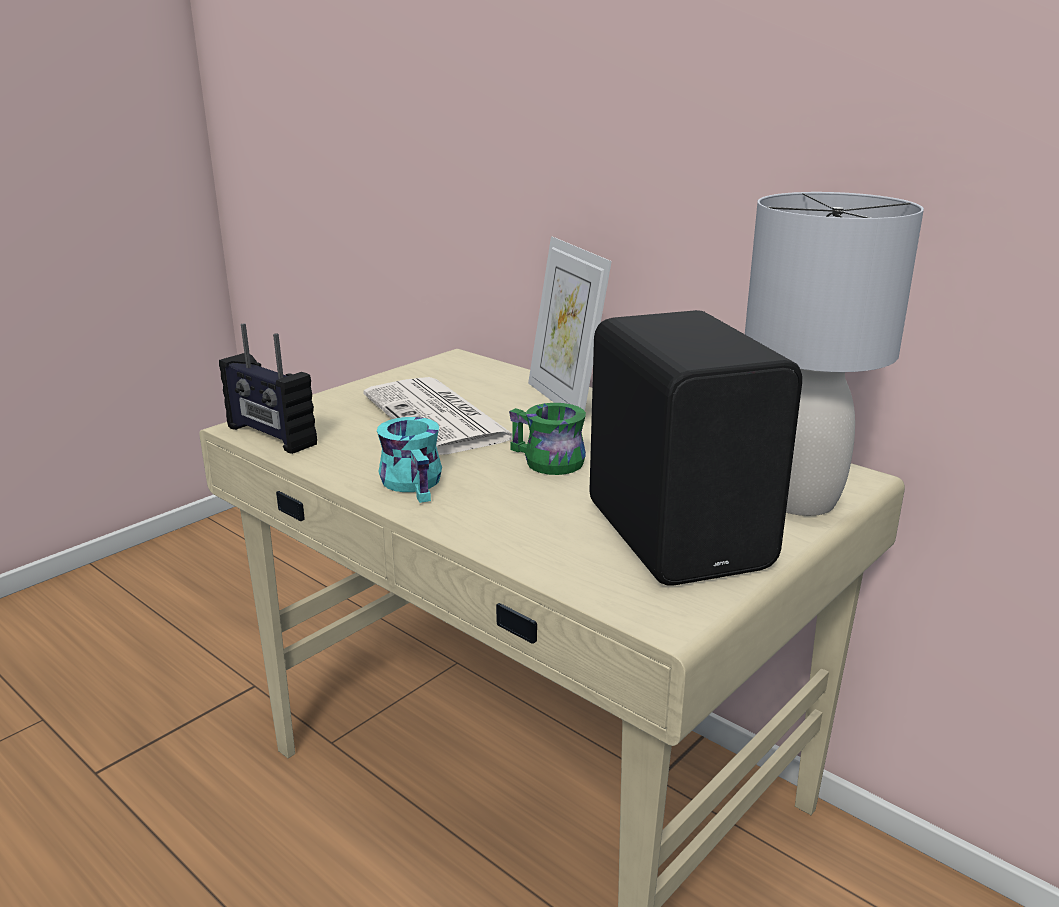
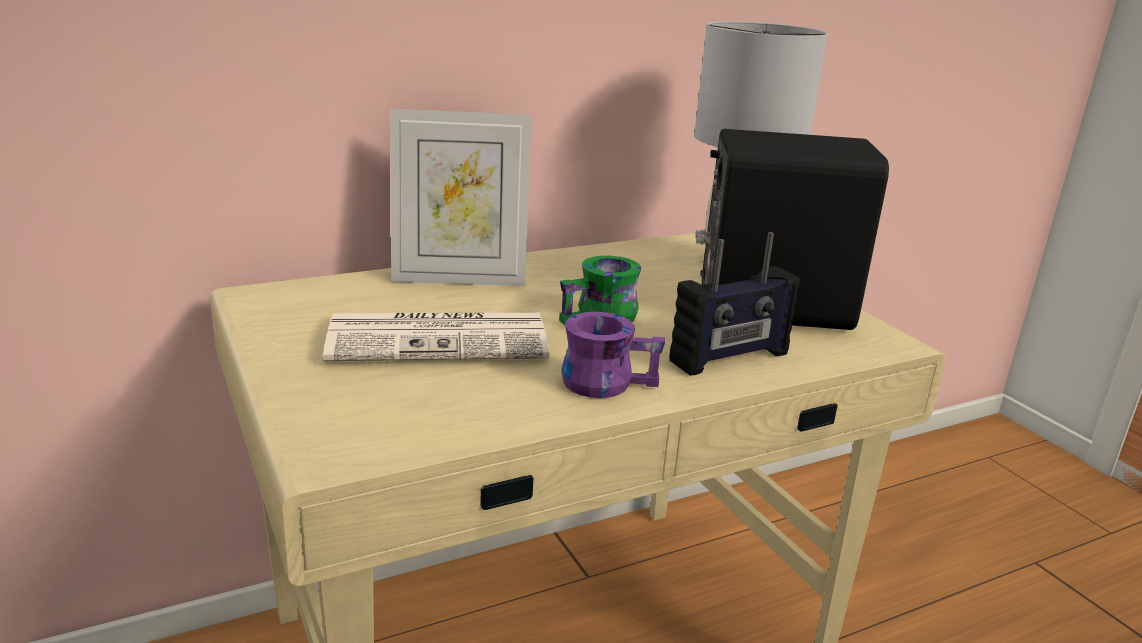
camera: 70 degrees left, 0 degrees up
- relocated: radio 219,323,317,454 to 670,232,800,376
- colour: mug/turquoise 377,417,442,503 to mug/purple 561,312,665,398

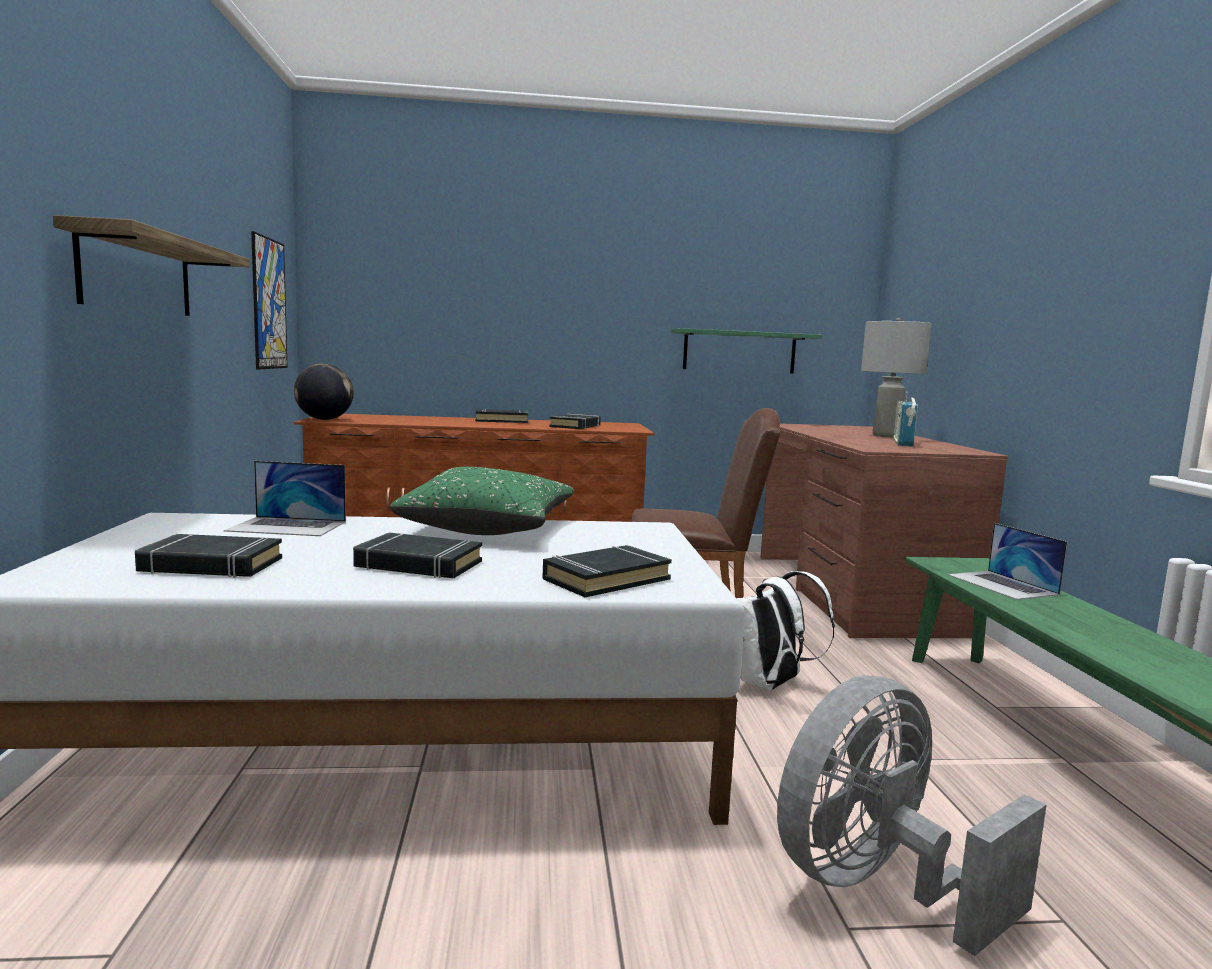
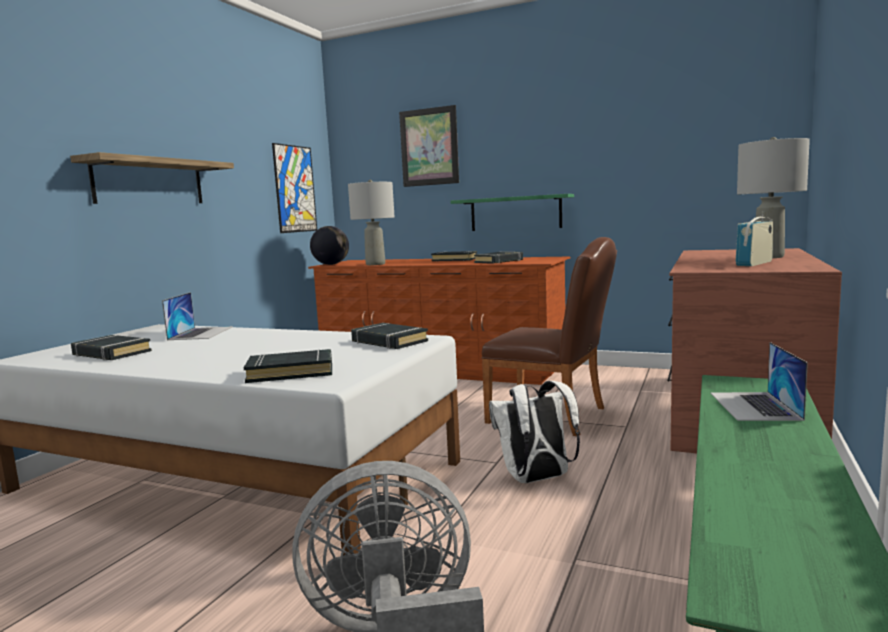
camera: 30 degrees right, 0 degrees up
- spun: laptop 224,461,346,536 = 162,292,233,340 120 degrees counterclockwise
- relocated: book/black 353,533,482,578 to 351,323,428,349
- missing: pillow/green 390,467,574,535
- relocated: shelf/green 670,328,822,373 to 450,194,574,231
- appeared: table lamp/grey 348,180,395,265
- appeared: picture 399,105,459,187

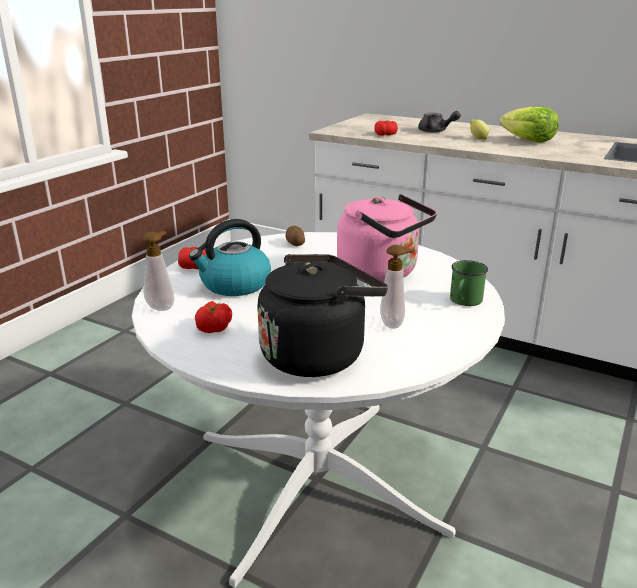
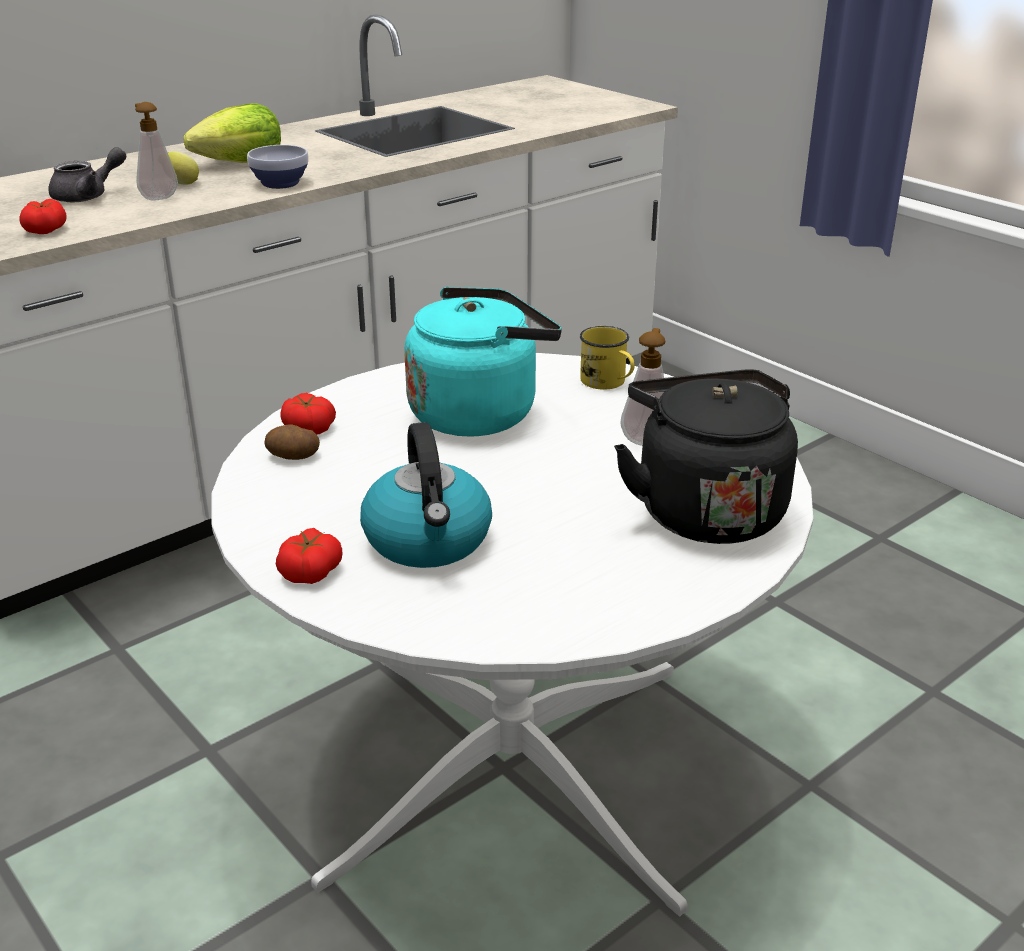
camera: 70 degrees left, 5 degrees up
- relocated: soap dispenser 143,231,175,311 to 135,102,178,201
- relocated: tomato 195,301,232,333 to 280,393,336,435
- colour: kettle/pink 337,194,437,282 to kettle/turquoise 404,287,562,436
- colour: mug/green 450,260,488,306 to mug/yellow 580,326,635,390
- appeared: bowl 247,145,309,189

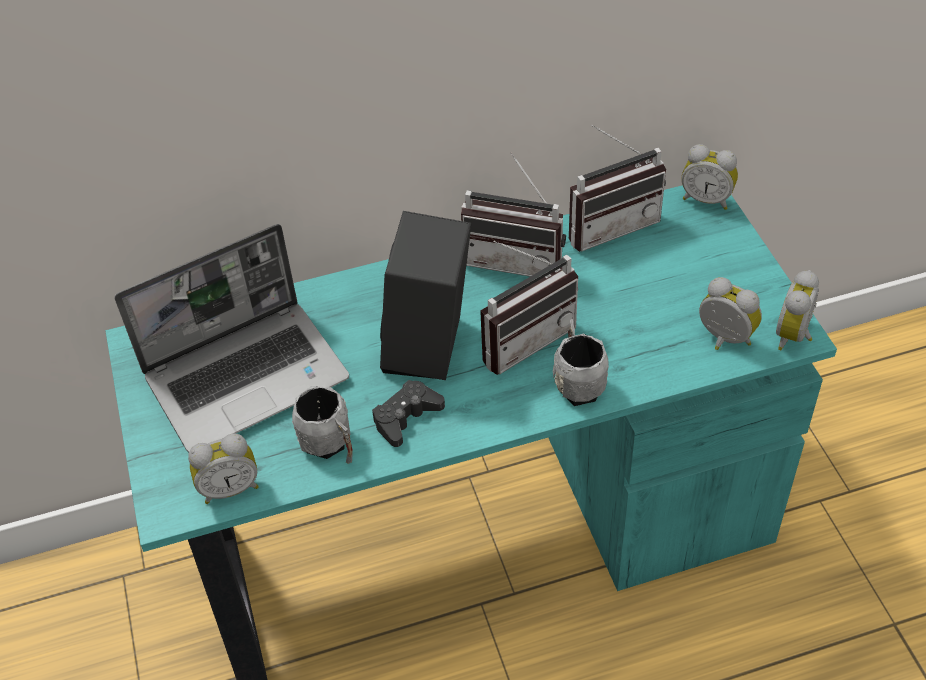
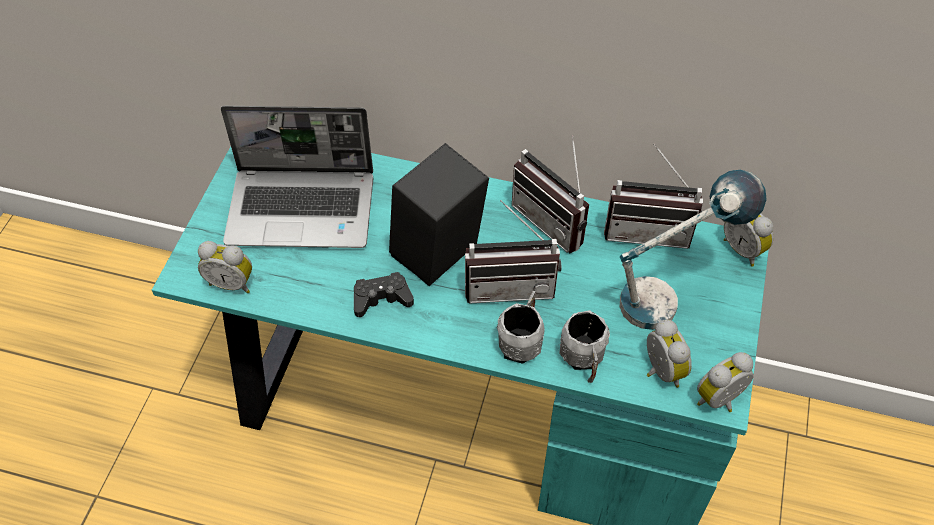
camera: 30 degrees right, 5 degrees up
- relocated: mug/grey 292,386,353,464 to 559,310,610,383
- appeared: table lamp 620,170,767,330

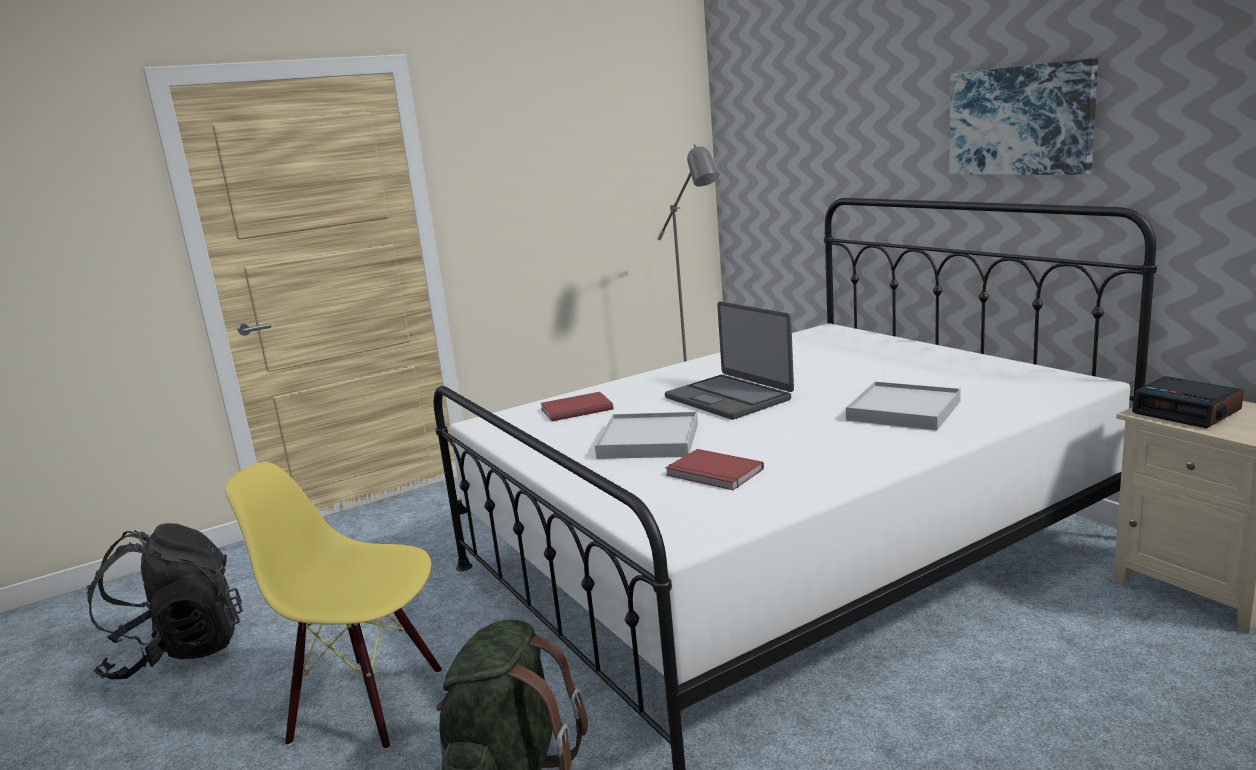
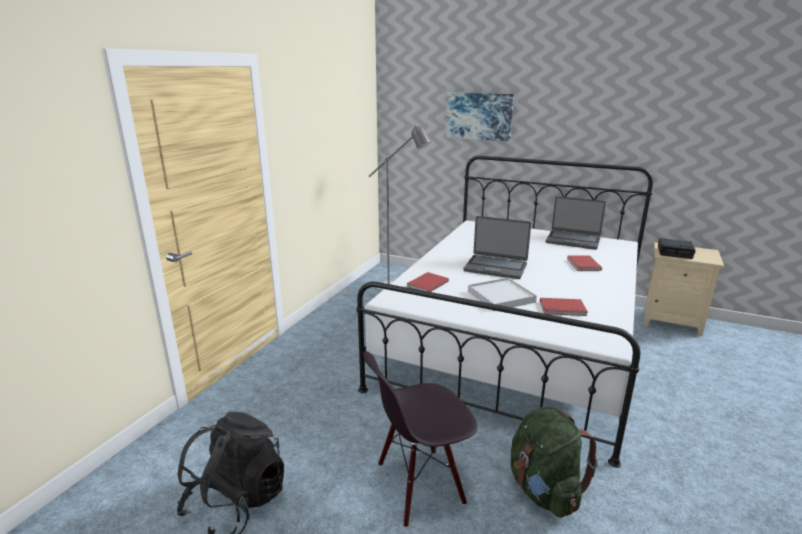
camera: 35 degrees left, 5 degrees up
- colour: chair/yellow 225,462,442,750 to chair/black 363,351,477,528
- exchanged: tray/white 846,382,961,430 to book/red 567,255,602,271
- relocated: picture 949,58,1098,175 to 446,93,514,141
- appeared: laptop 546,196,606,250

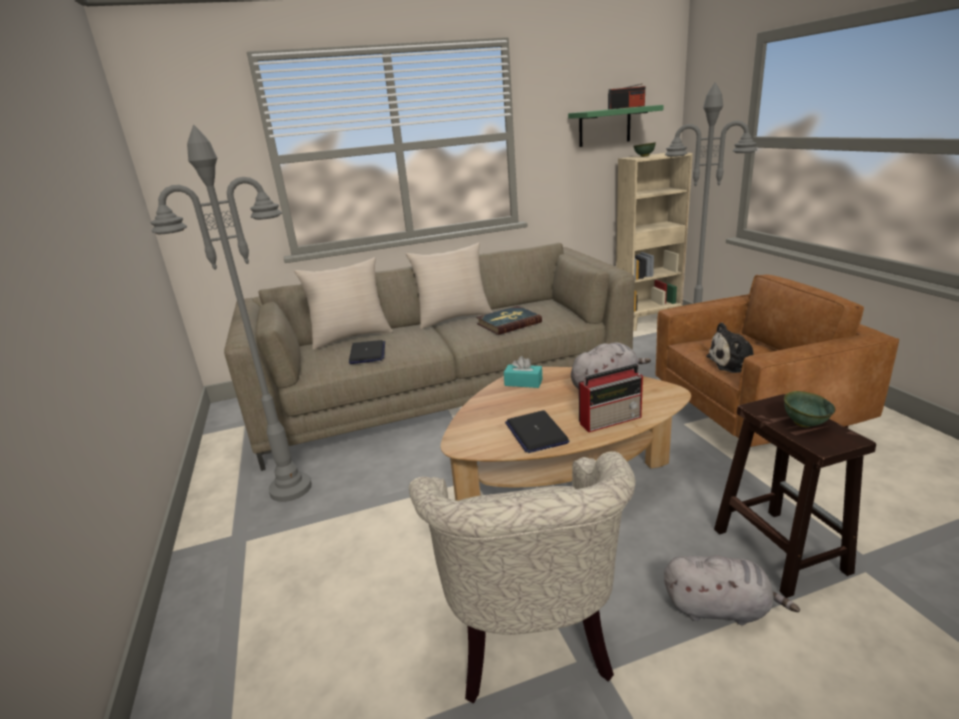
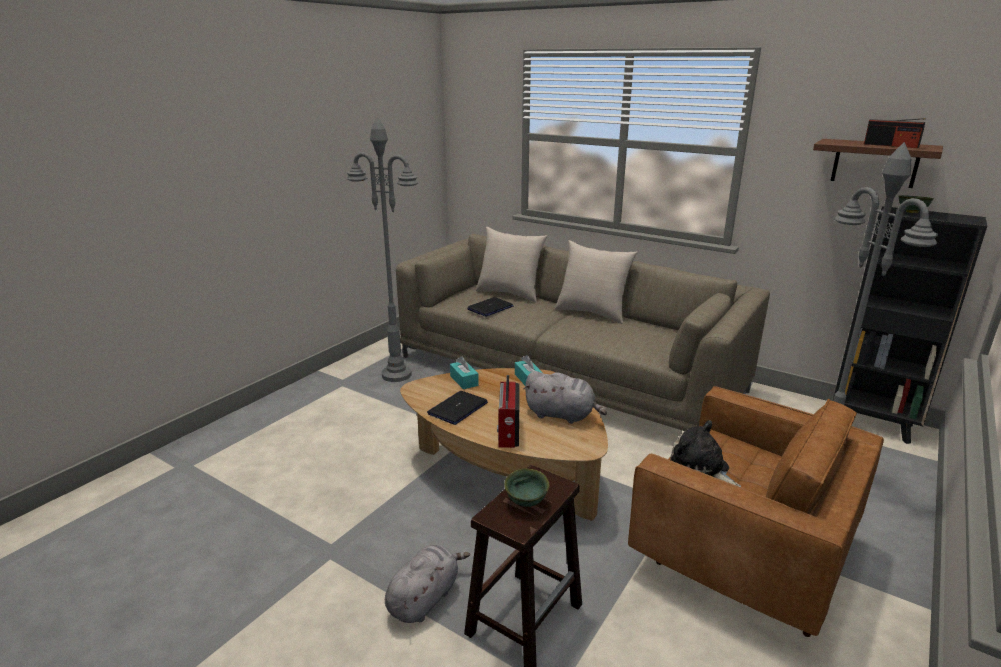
camera: 50 degrees right, 0 degrees up
- missing: armchair/beige 409,451,636,704
- missing: book 476,306,542,335
- colour: shelf/green 568,105,664,147 to shelf/brown 813,139,943,188
- spun: radio 579,364,643,432 = 497,375,520,448 60 degrees clockwise
- colour: bookcase/beige 616,153,693,331 to bookcase/black 833,206,987,444
- spun: plush toy/grey 664,555,800,625 = 385,545,470,623 120 degrees counterclockwise
- appeared: tissue box/turquoise 450,356,479,389

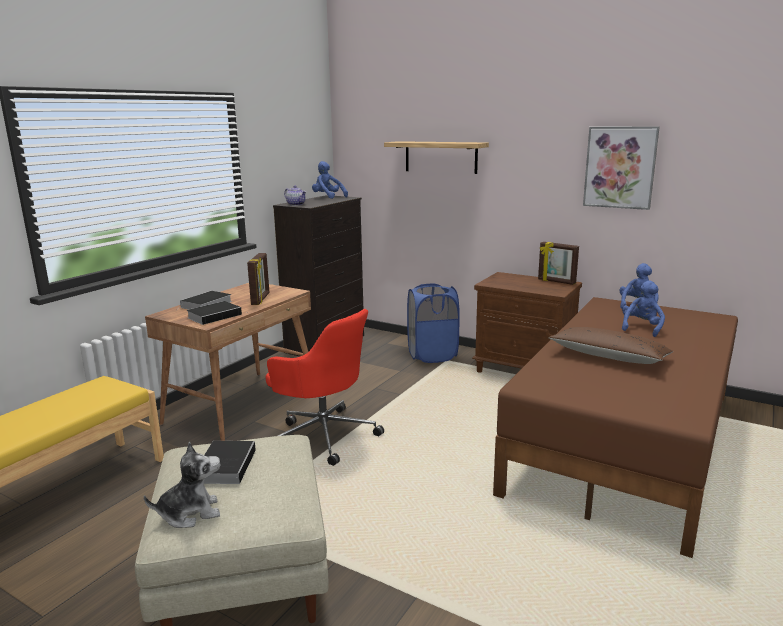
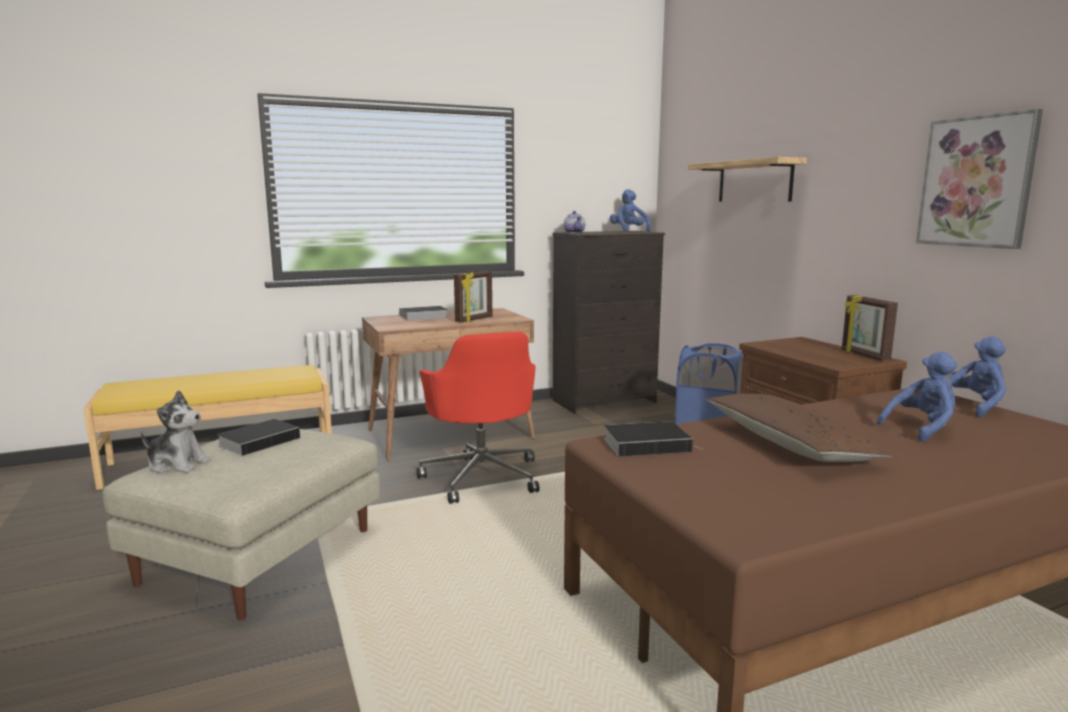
camera: 35 degrees right, 5 degrees down
- relocated: book 186,301,242,325 to 604,421,703,457

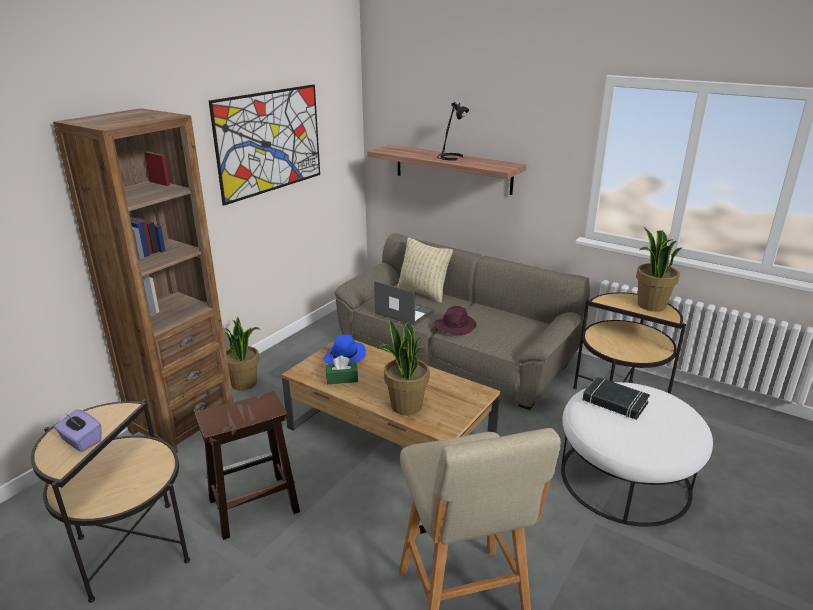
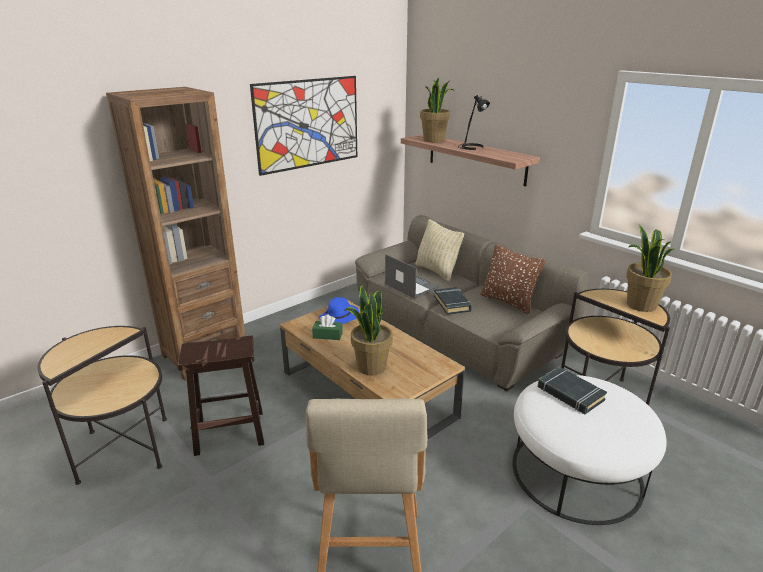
camera: 15 degrees right, 0 degrees up
- missing: tissue box/purple 54,409,102,452
- relocated: potted plant 224,317,260,391 to 420,78,453,143
- exchanged: hat/purple 434,306,477,335 to book/black 434,287,472,315
- appeared: pillow/brown 480,244,545,314

